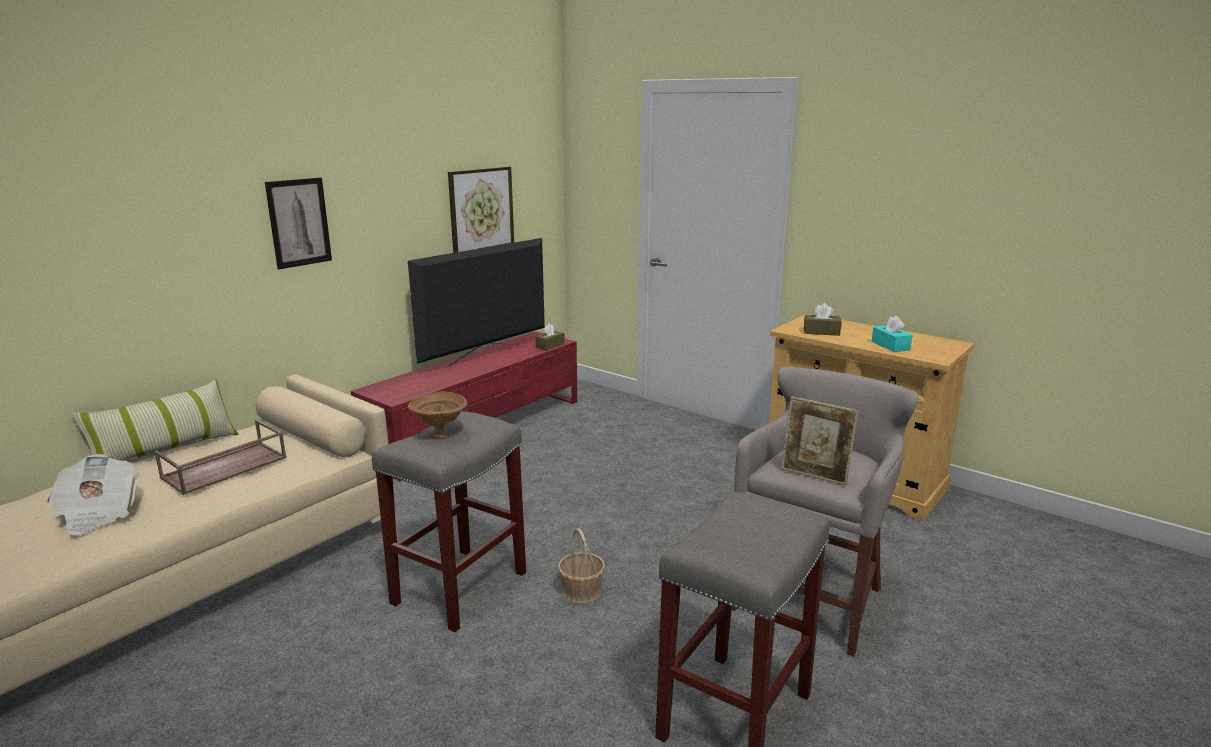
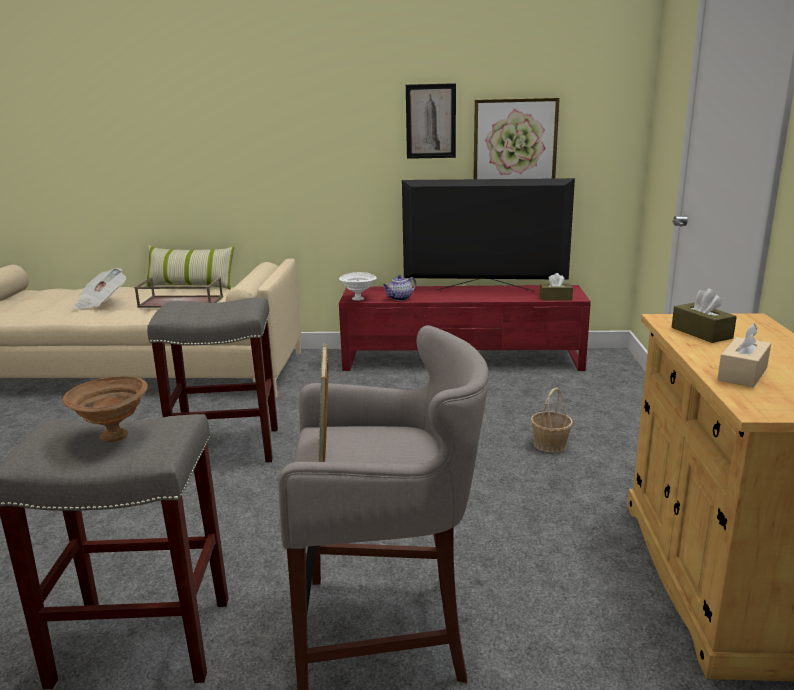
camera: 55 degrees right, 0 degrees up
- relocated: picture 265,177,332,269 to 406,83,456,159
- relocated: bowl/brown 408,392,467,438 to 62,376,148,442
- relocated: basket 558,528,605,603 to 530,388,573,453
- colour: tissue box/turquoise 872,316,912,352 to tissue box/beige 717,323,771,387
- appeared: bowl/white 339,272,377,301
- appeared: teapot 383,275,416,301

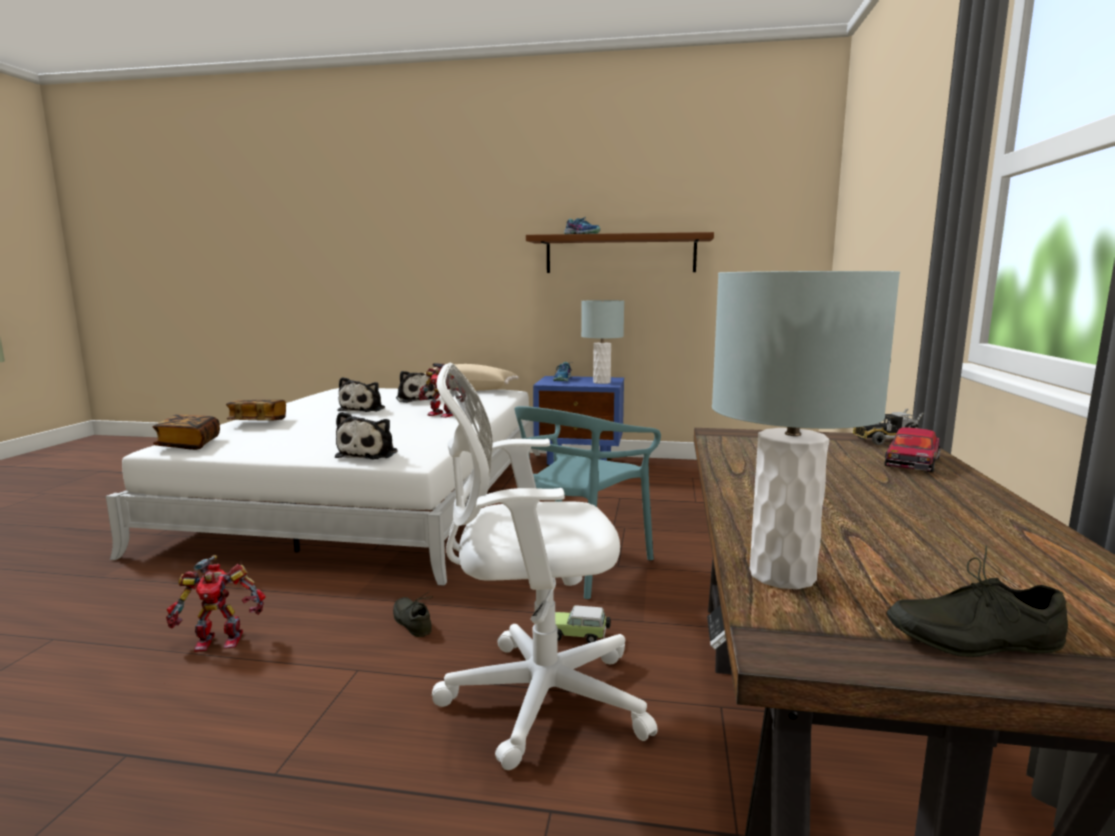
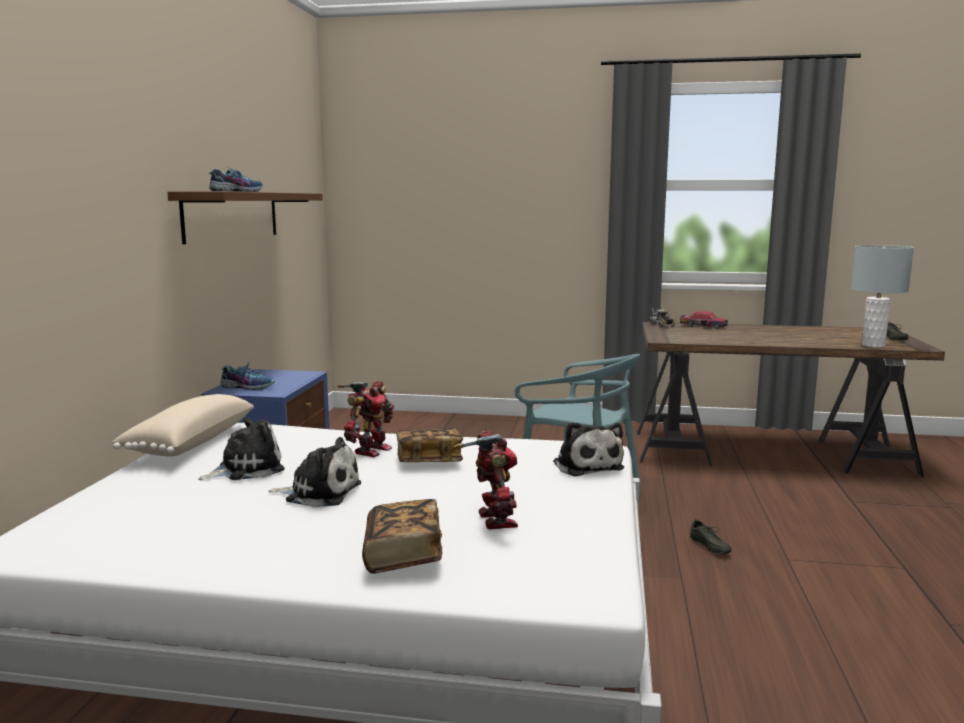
camera: 90 degrees left, 0 degrees up
- relocated: book 153,414,220,450 to 396,428,463,462
- relocated: toy robot 166,555,266,652 to 453,430,518,529
- spun: plush toy 335,412,397,459 = 553,422,624,476 60 degrees clockwise
- spun: shoe/grey 393,592,433,637 = 690,519,731,554 75 degrees counterclockwise
- missing: office chair/white 432,362,658,770
- missing: toy car 555,605,611,643
- missing: table lamp/grey 581,300,624,384

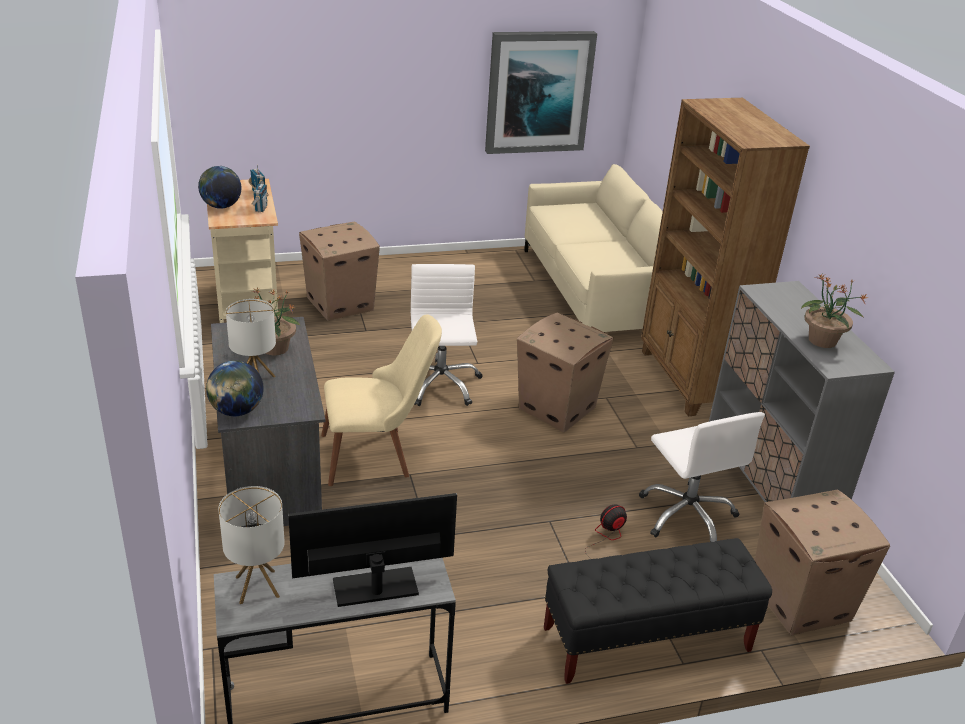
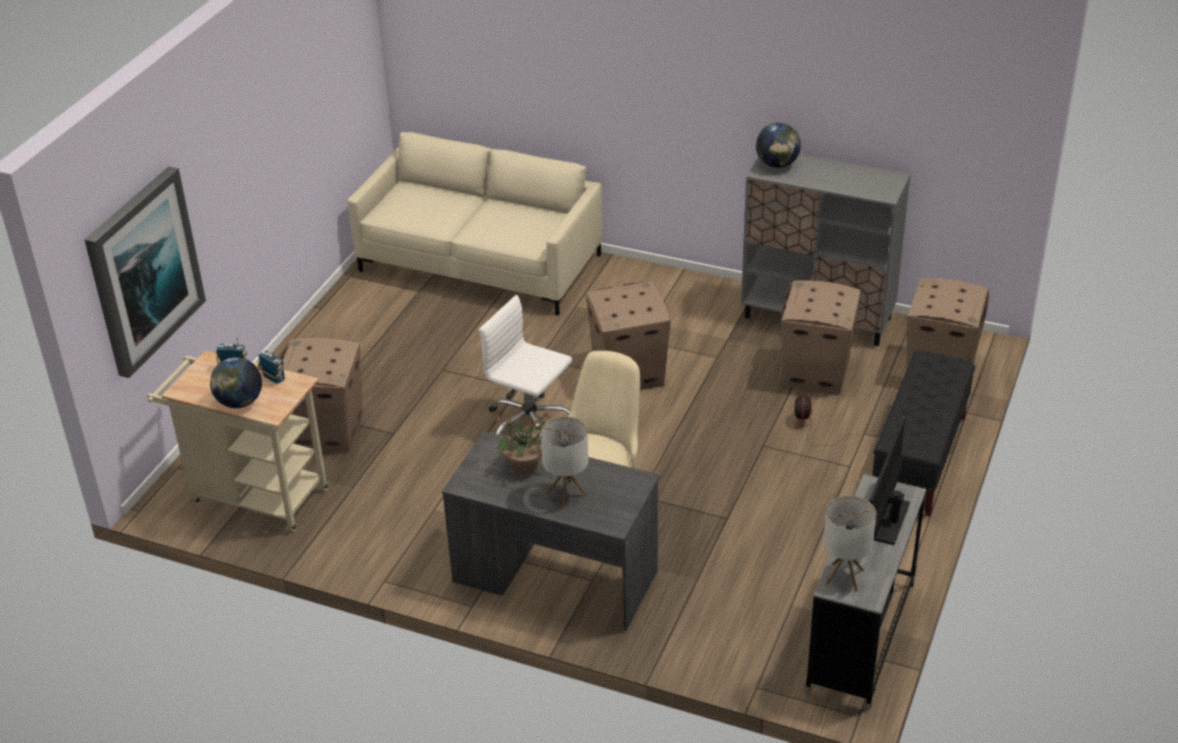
camera: 50 degrees left, 5 degrees up
- relocated: globe 206,360,264,416 to 756,123,801,168
- relocated: picture 485,31,597,154 to 85,167,206,378
- exchanged: office chair/white 639,412,765,542 to cardboard box 781,280,861,394
- missing: bookcase/brown 641,98,810,417
- missing: potted plant 801,274,869,348

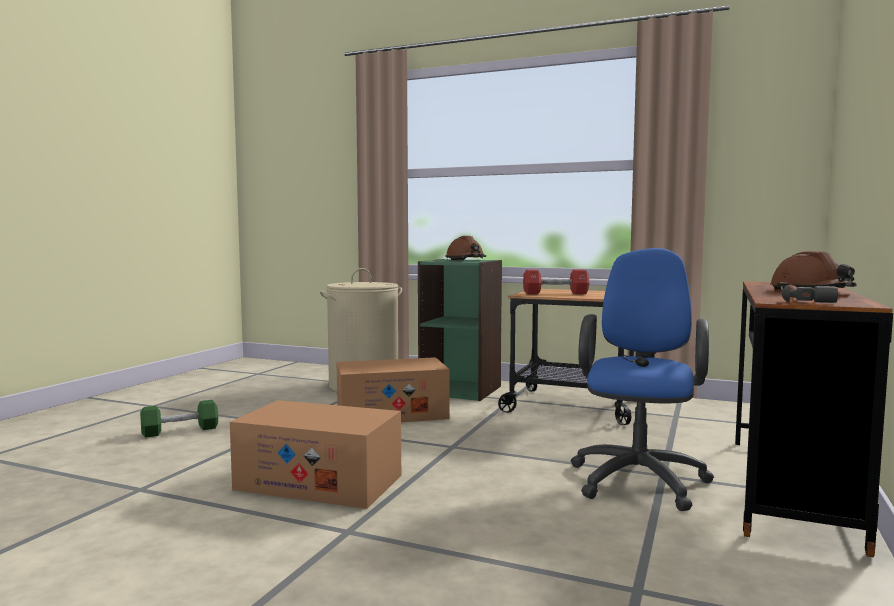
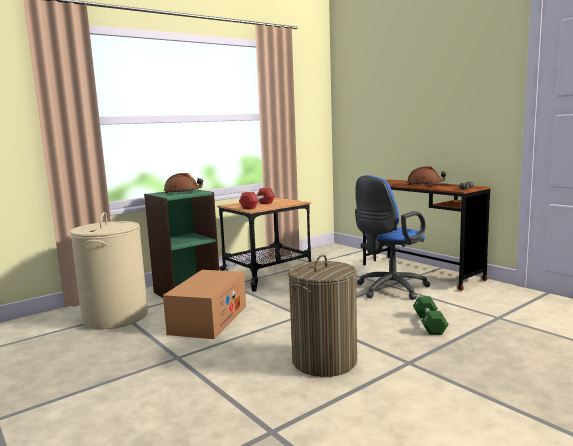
camera: 60 degrees left, 5 degrees up
- relocated: dumbbell/green 140,400,218,438 to 413,296,449,335
- exchanged: cardboard box 230,400,401,509 to laundry basket 288,255,357,377
- spun: office chair/blue 571,248,714,511 = 355,175,431,300 90 degrees counterclockwise

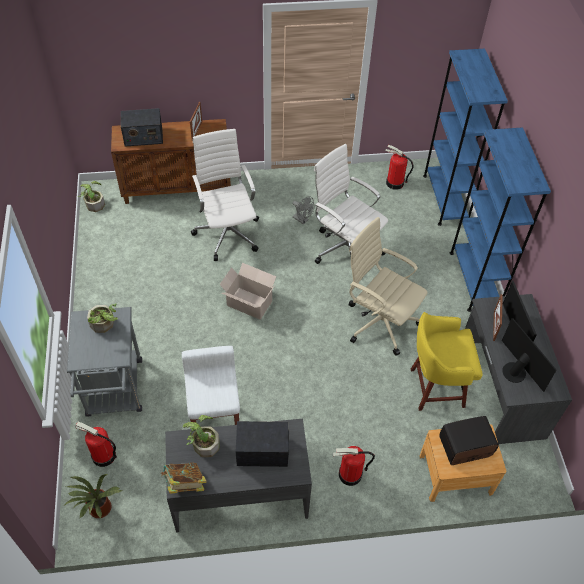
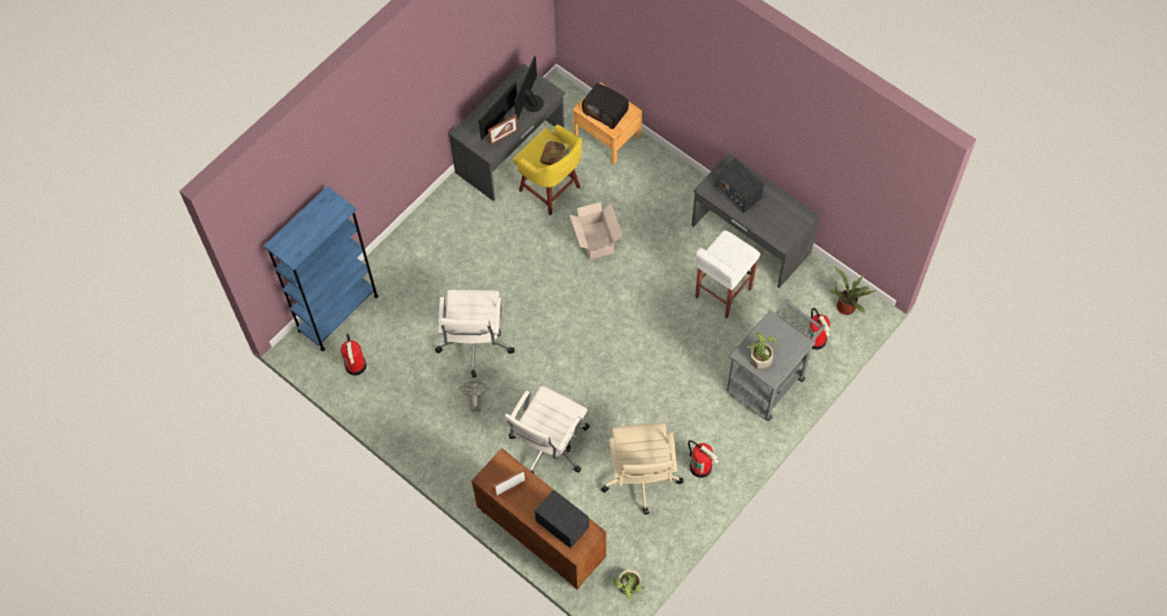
camera: 130 degrees left, 10 degrees up
- relocated: book 160,462,207,494 to 540,138,573,165
- missing: potted plant 183,415,220,457
- relocated: cardboard box 220,263,276,319 to 570,202,623,260
- relocated: fire extinguisher 333,446,375,486 to 688,440,719,478
- relocated: office chair/beige 348,217,428,355 to 601,423,684,515
- missing: bookcase/blue 450,127,551,312

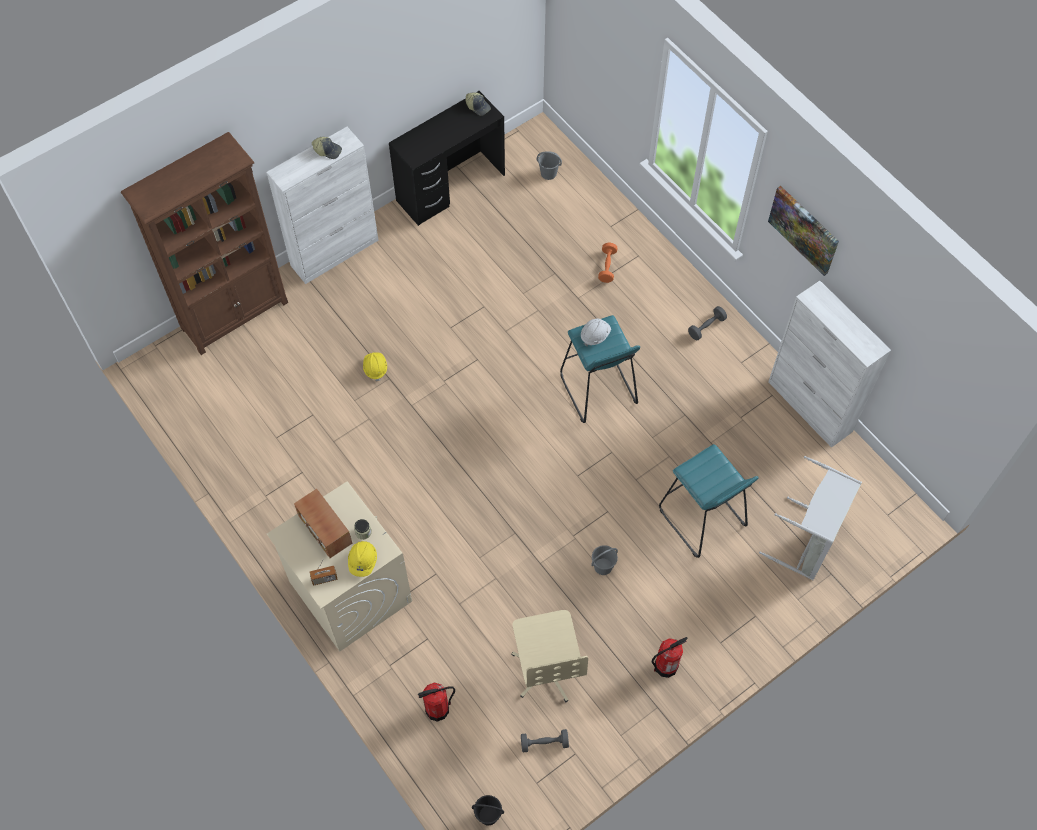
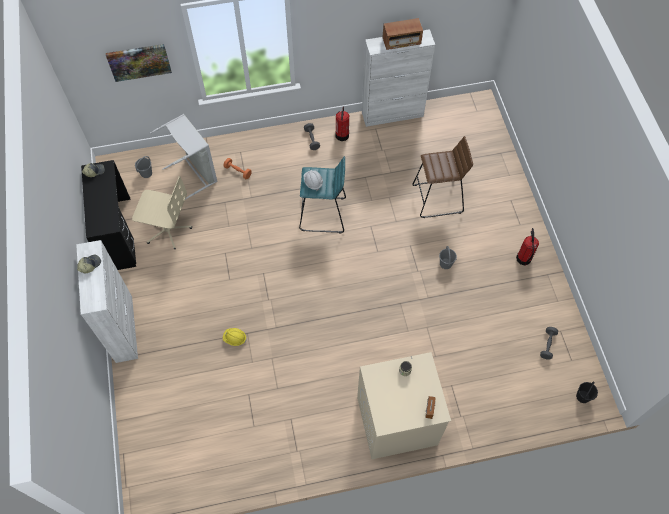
camera: 65 degrees left, 0 degrees up
- missing: bookcase/brown 121,132,288,355
- relocated: radio 294,489,352,558 to 382,18,423,50
- missing: hard hat/yellow 348,541,377,577
- relocated: fire extinguisher 418,683,455,722 to 335,106,349,141
- relocated: office chair/beige 511,610,588,702 to 132,176,192,250
- colour: stool/turquoise 659,444,759,558 to stool/brown 412,136,473,218
- relocated: laundry basket/grey 759,456,862,580 to 150,114,218,200
- relocated: picture 768,186,839,276 to 106,44,172,82

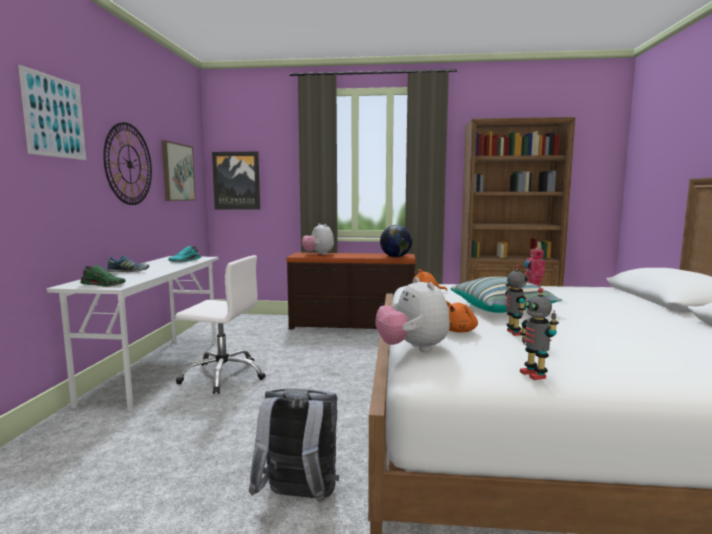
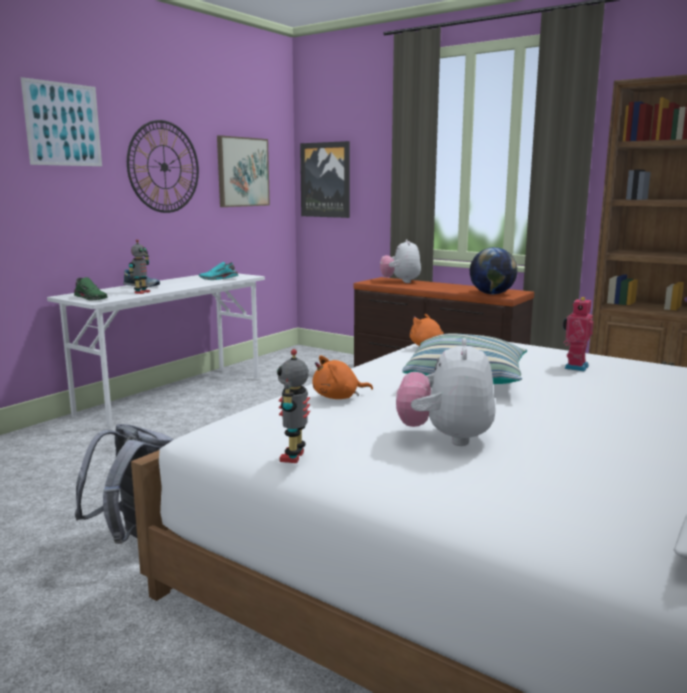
camera: 30 degrees right, 5 degrees up
- missing: office chair/white 175,255,266,394
- relocated: plush toy 375,277,450,352 to 396,338,495,446
- relocated: toy robot 505,265,528,336 to 129,239,150,294

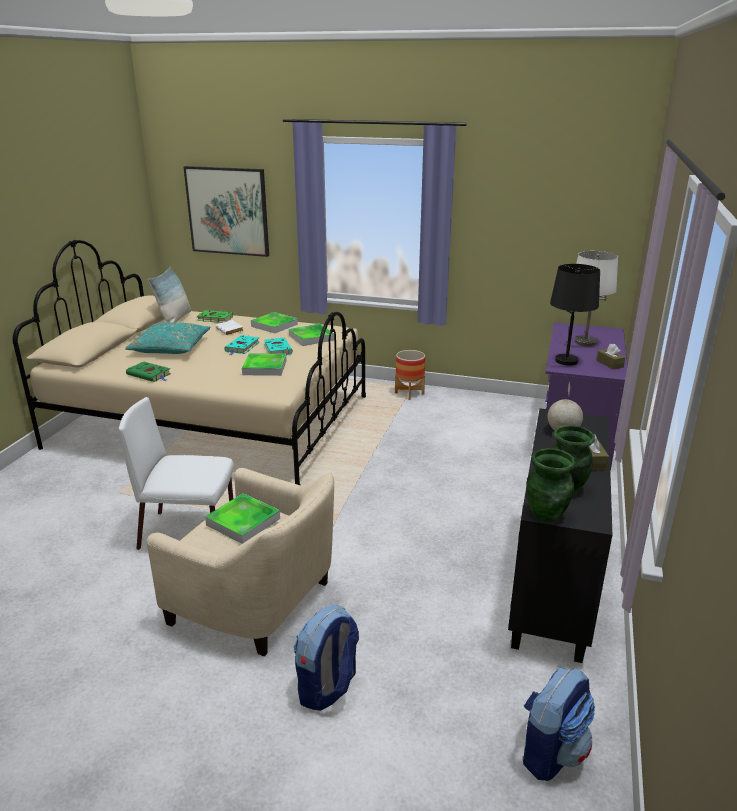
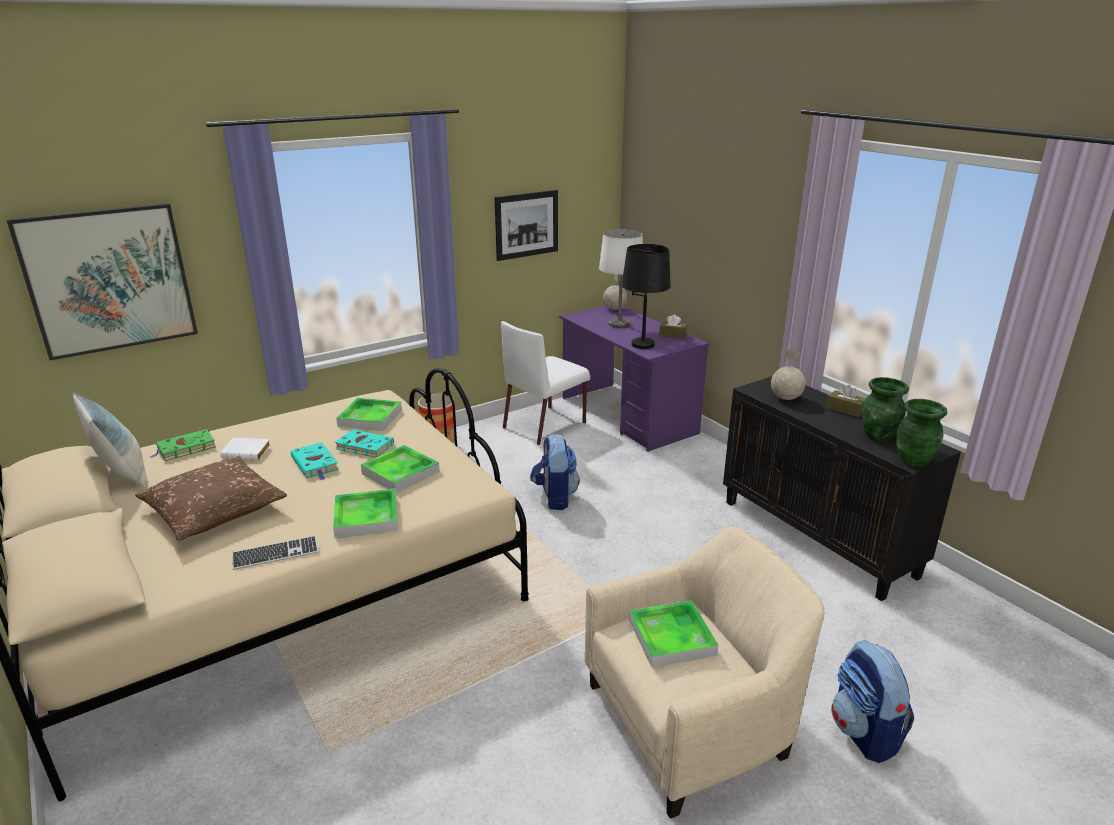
camera: 50 degrees left, 0 degrees up
- relocated: chair/white 119,397,234,550 to 501,321,590,445
- colour: pillow/turquoise 125,322,211,354 to pillow/brown 135,456,287,541
- exchanged: book/green 126,362,171,382 to keyboard 232,536,319,570
- relocated: tray 251,312,298,333 to 333,488,398,538
- relocated: backpack 523,668,595,781 to 530,434,580,510
- appeared: picture 494,190,558,261
- appeared: globe 603,274,627,310

